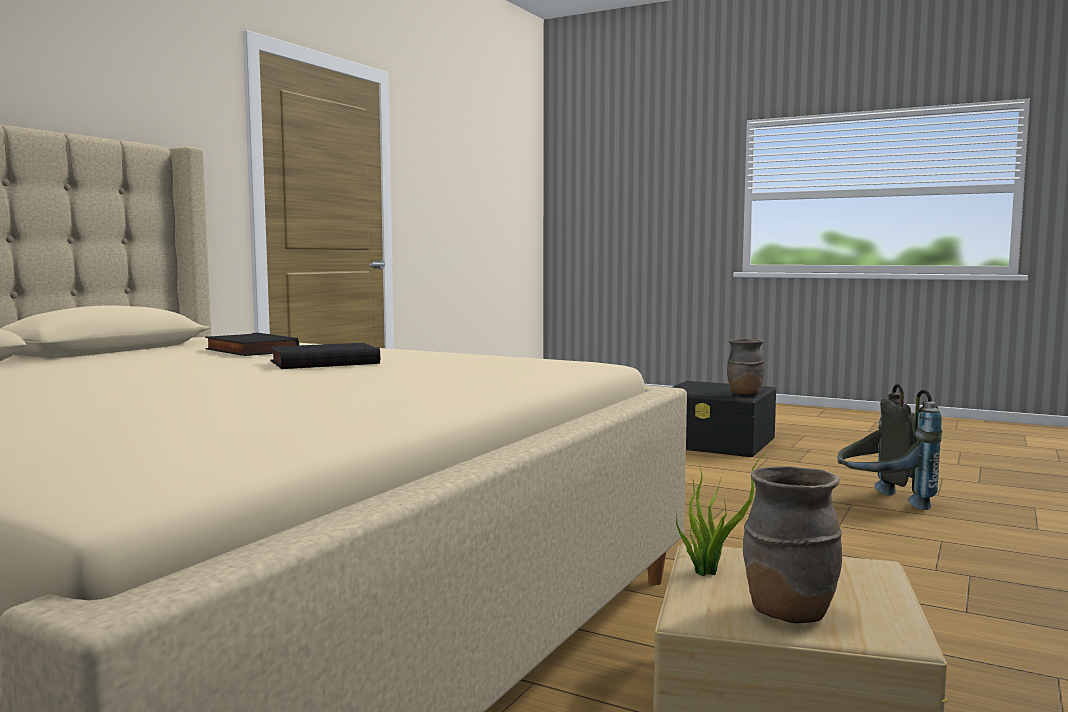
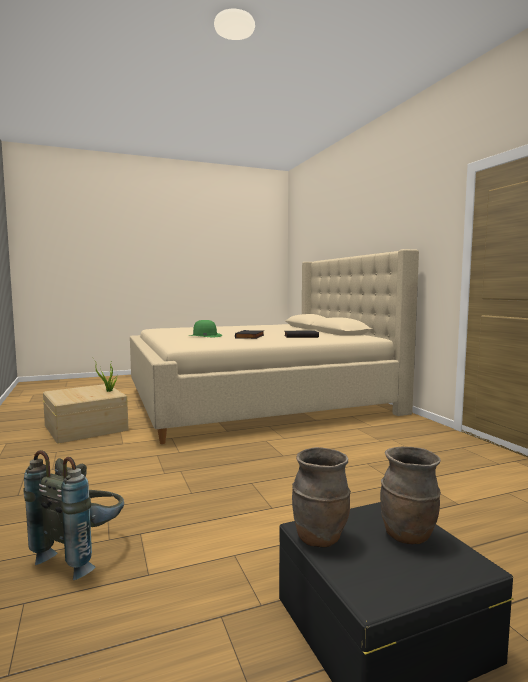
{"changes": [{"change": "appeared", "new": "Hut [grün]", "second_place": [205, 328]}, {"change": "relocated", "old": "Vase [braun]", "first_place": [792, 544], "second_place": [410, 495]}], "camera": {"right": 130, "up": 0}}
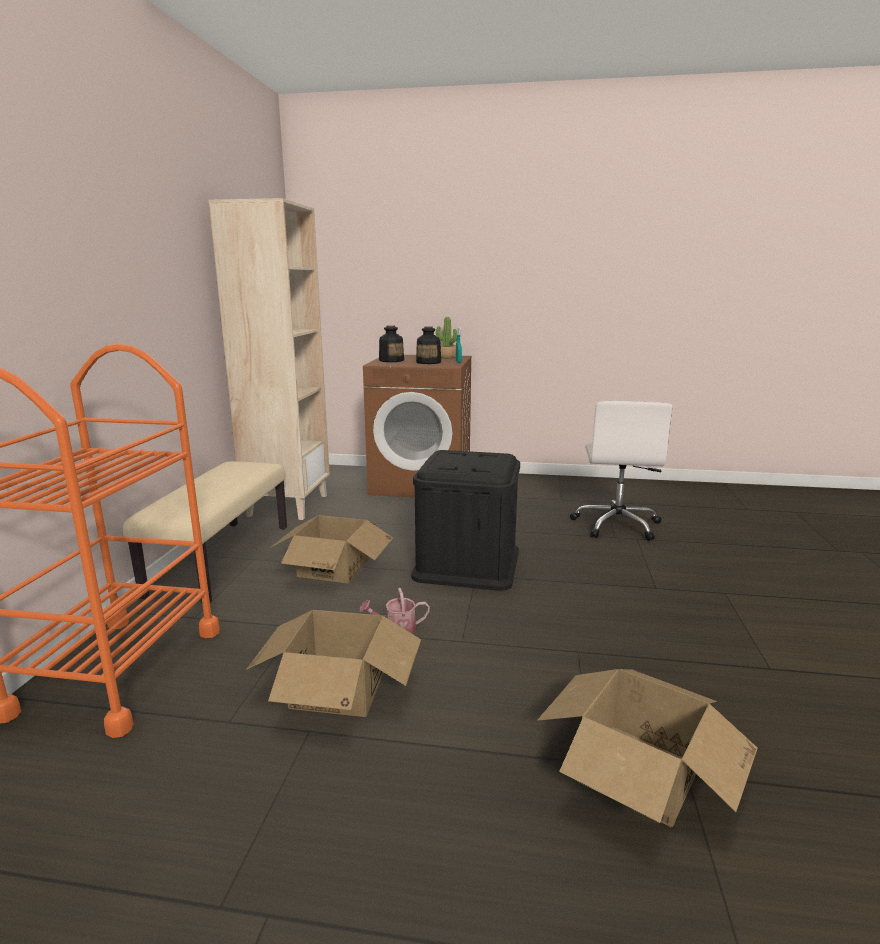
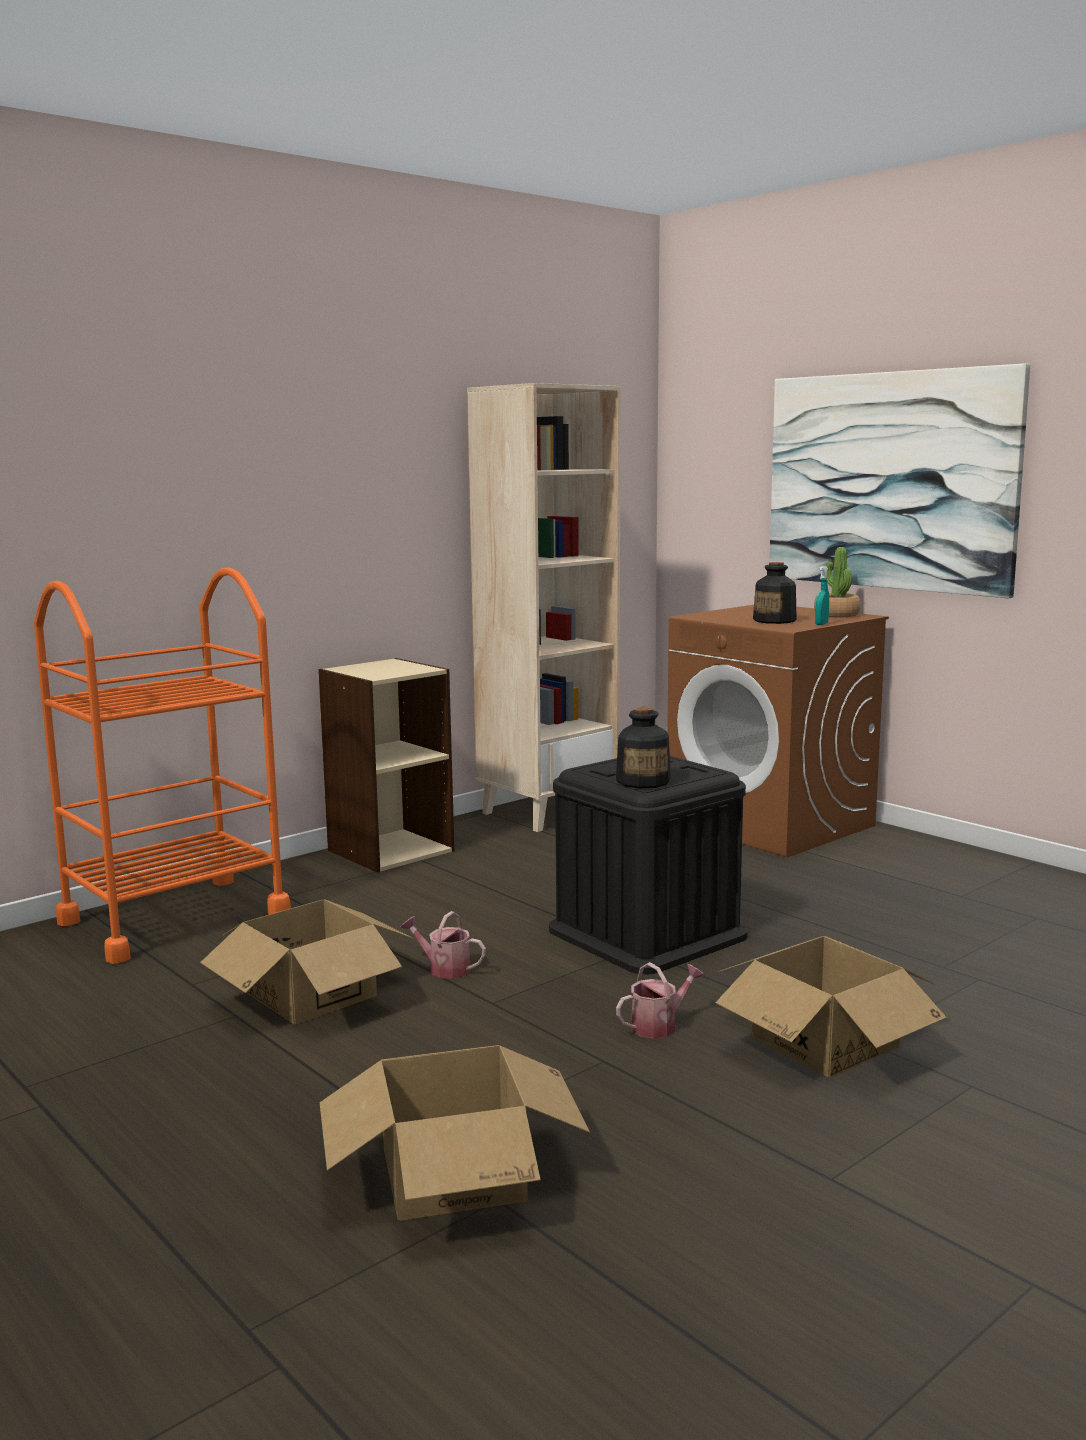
{"changes": [{"change": "exchanged", "old": "Bank [beige]", "new": "Bücherregal [beige]", "first_place": [204, 532], "second_place": [386, 765]}, {"change": "relocated", "old": "Flasche", "first_place": [391, 343], "second_place": [643, 747]}, {"change": "appeared", "new": "Gießkanne", "second_place": [660, 1000]}, {"change": "relocated", "old": "Karton", "first_place": [331, 549], "second_place": [831, 1006]}, {"change": "appeared", "new": "Bild", "second_place": [899, 480]}, {"change": "missing", "old": "Bürostuhl [weiß]", "first_place": [621, 471]}], "camera": {"right": 40, "up": -5}}
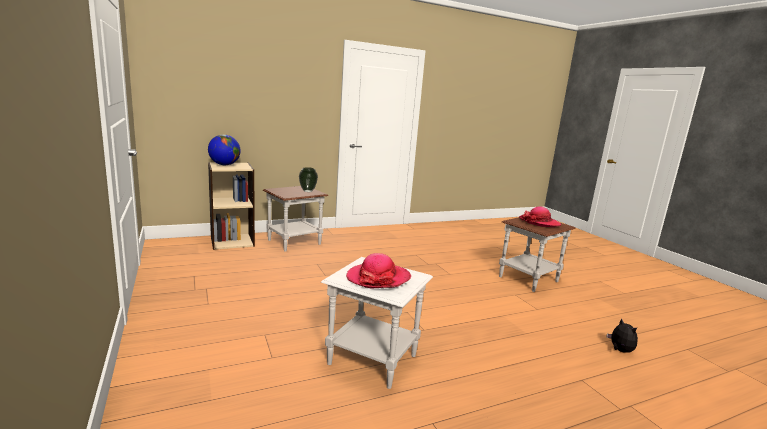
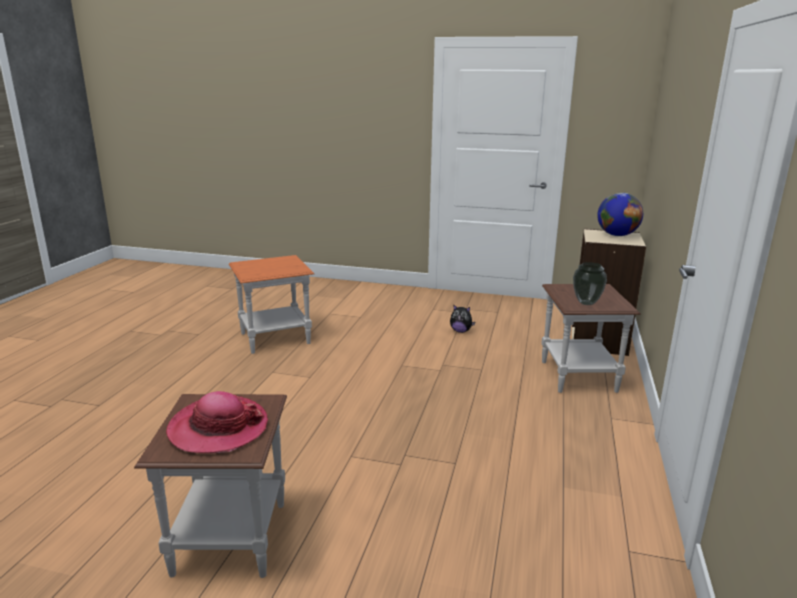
{"changes": [{"change": "colour", "old": "Beistelltisch [weiß]", "new": "Beistelltisch [orange]", "first_place": [377, 323], "second_place": [271, 304]}, {"change": "relocated", "old": "Plüschtier", "first_place": [622, 335], "second_place": [462, 319]}, {"change": "missing", "old": "Hut", "first_place": [378, 271]}], "camera": {"right": 130, "up": 5}}
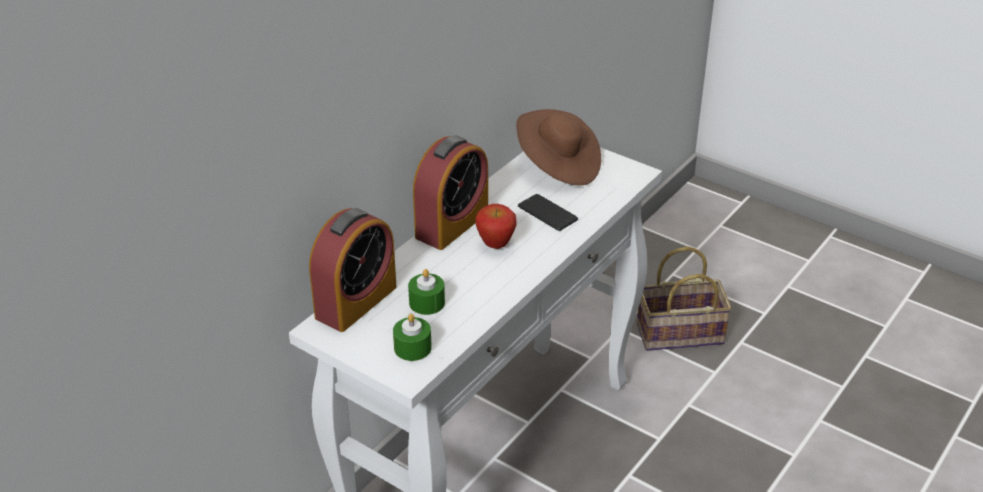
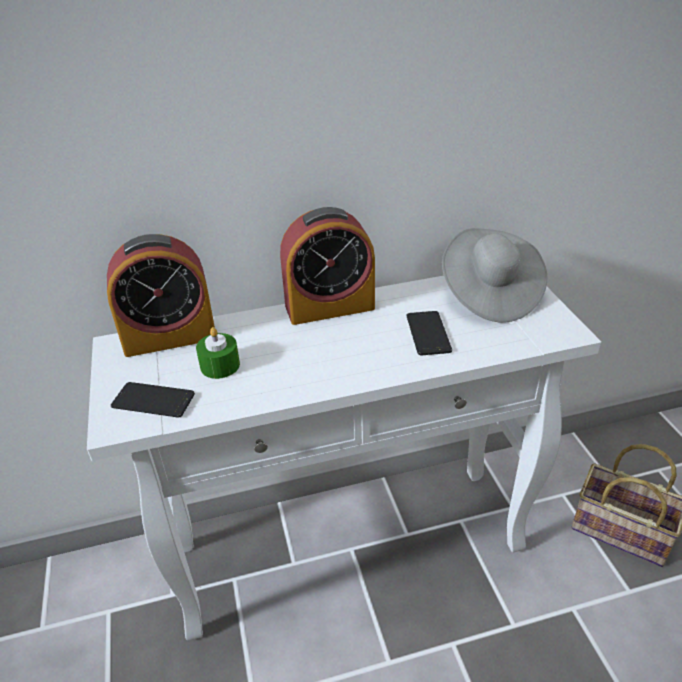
{"changes": [{"change": "exchanged", "old": "Kerze [grün]", "new": "Handy", "first_place": [412, 337], "second_place": [153, 399]}, {"change": "colour", "old": "Hut [braun]", "new": "Hut [grau]", "first_place": [558, 147], "second_place": [495, 275]}, {"change": "missing", "old": "Apfel", "first_place": [496, 226]}], "camera": {"right": 40, "up": 0}}
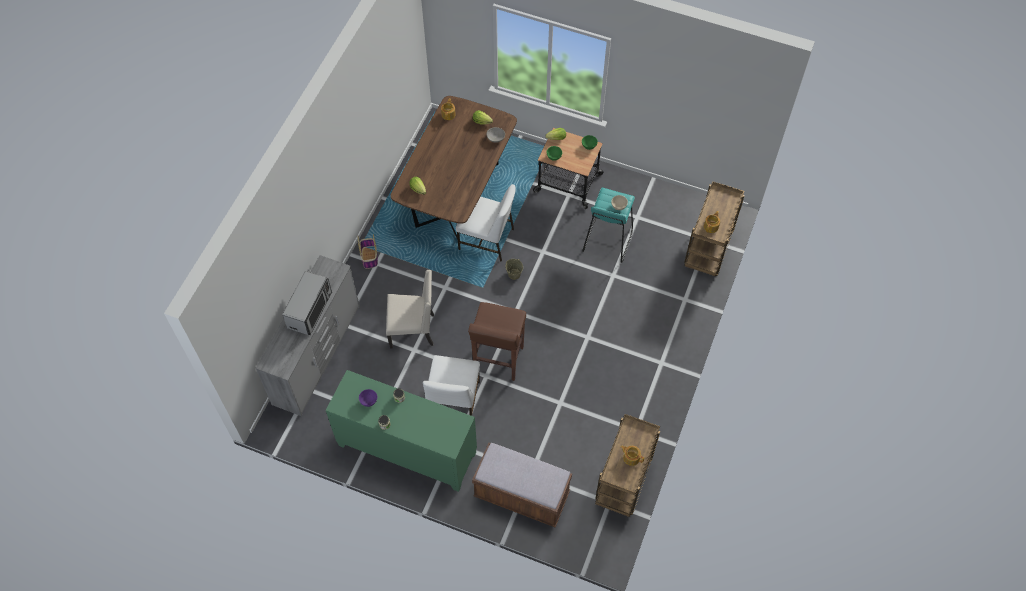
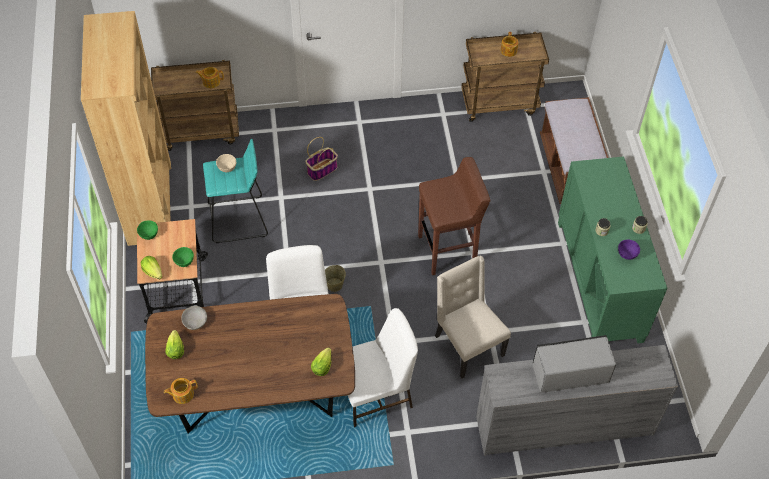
{"changes": [{"change": "appeared", "new": "Bücherregal [braun]", "second_place": [126, 128]}, {"change": "relocated", "old": "Korb", "first_place": [367, 251], "second_place": [322, 159]}, {"change": "relocated", "old": "Stuhl [weiß]", "first_place": [451, 385], "second_place": [383, 367]}], "camera": {"right": -120, "up": -5}}
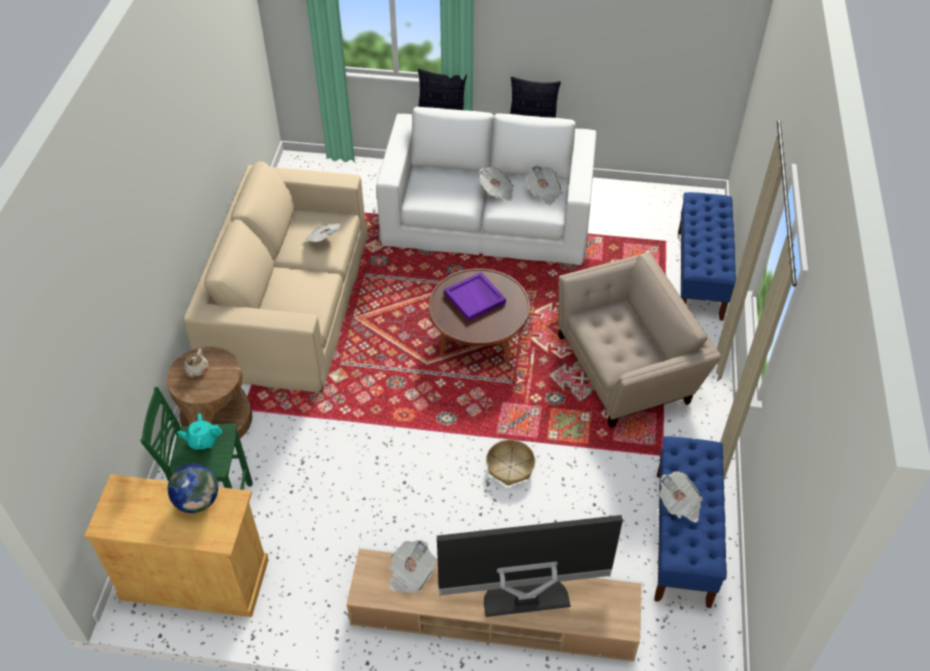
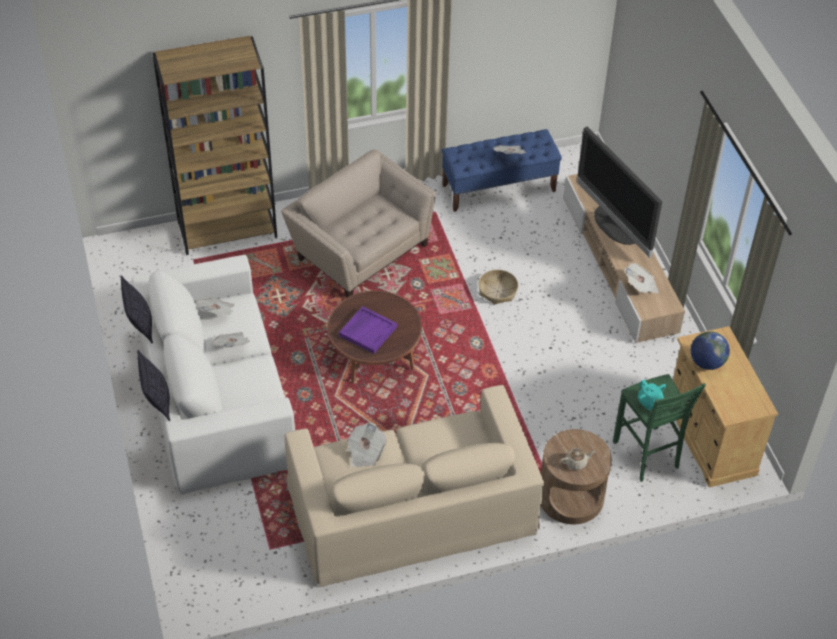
{"changes": [{"change": "exchanged", "old": "Bank [blau]", "new": "Bücherregal [braun]", "first_place": [707, 256], "second_place": [214, 145]}], "camera": {"right": -115, "up": 0}}
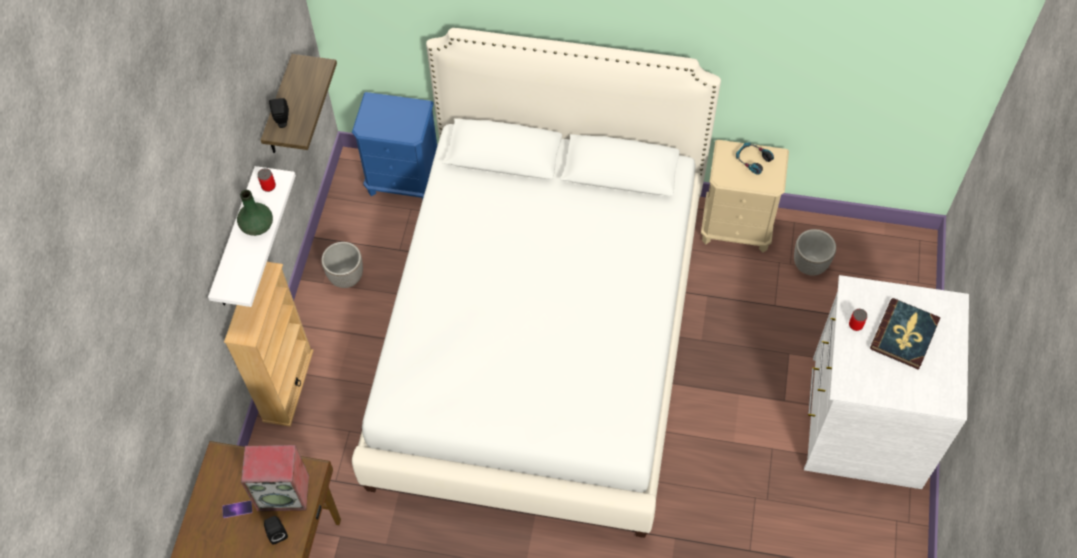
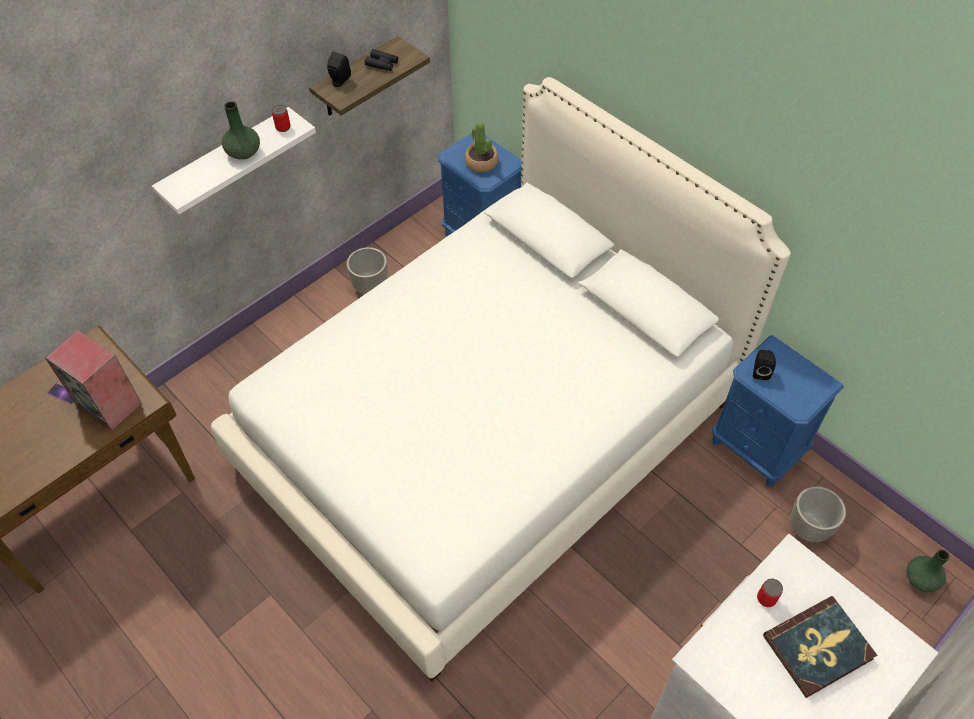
{"changes": [{"change": "appeared", "new": "Fernglas [schwarz]", "second_place": [381, 60]}, {"change": "appeared", "new": "Topfpflanze", "second_place": [482, 147]}, {"change": "colour", "old": "Nachttisch [beige]", "new": "Nachttisch [blau]", "first_place": [745, 196], "second_place": [778, 410]}, {"change": "relocated", "old": "Lautsprecher [schwarz]", "first_place": [276, 530], "second_place": [764, 365]}, {"change": "appeared", "new": "Vase [grün]", "second_place": [928, 570]}, {"change": "missing", "old": "Bücherregal [beige]", "first_place": [269, 344]}, {"change": "missing", "old": "Kopfhörer", "first_place": [755, 158]}], "camera": {"right": 35, "up": -5}}
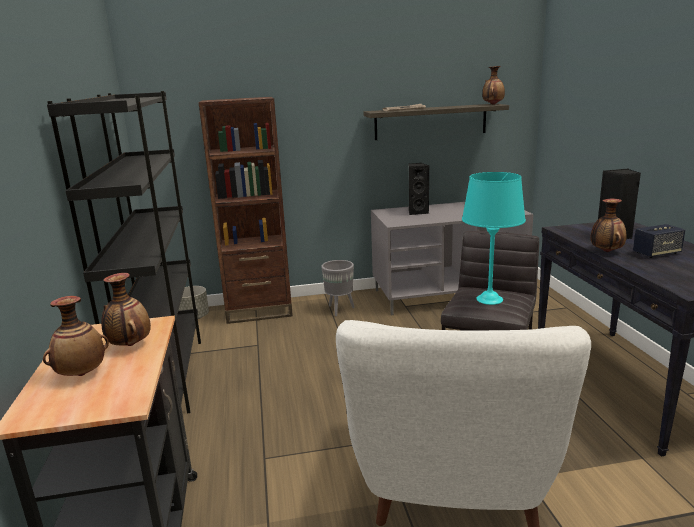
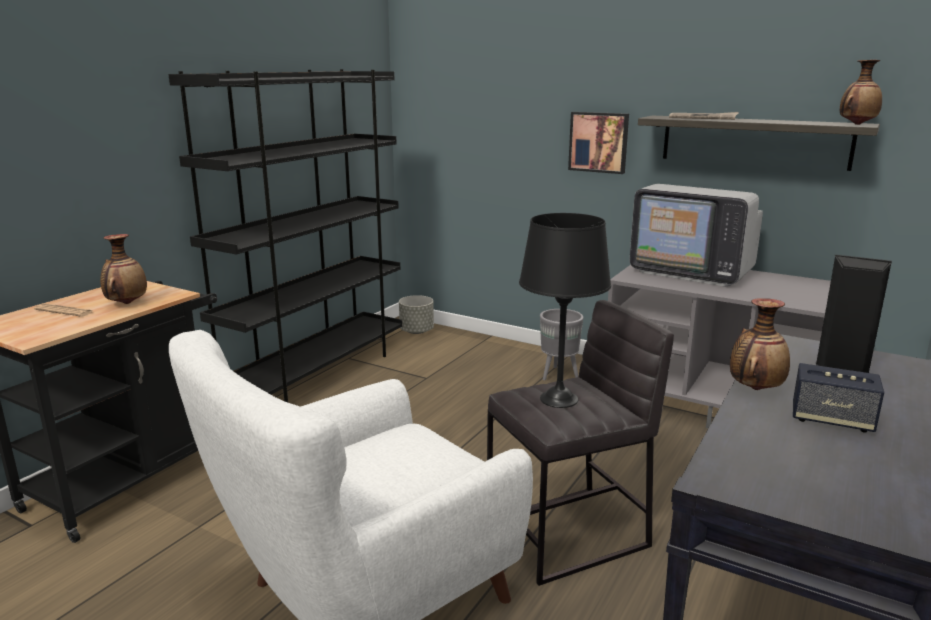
{"changes": [{"change": "exchanged", "old": "Vase", "new": "Zeitung", "first_place": [76, 336], "second_place": [64, 310]}, {"change": "colour", "old": "Tischlampe [türkis]", "new": "Tischlampe [schwarz]", "first_place": [494, 238], "second_place": [565, 310]}, {"change": "appeared", "new": "Bild", "second_place": [598, 143]}, {"change": "exchanged", "old": "Lautsprecher [schwarz]", "new": "Fernseher", "first_place": [419, 189], "second_place": [696, 235]}, {"change": "missing", "old": "Bücherregal [braun]", "first_place": [246, 210]}], "camera": {"right": 40, "up": 0}}
